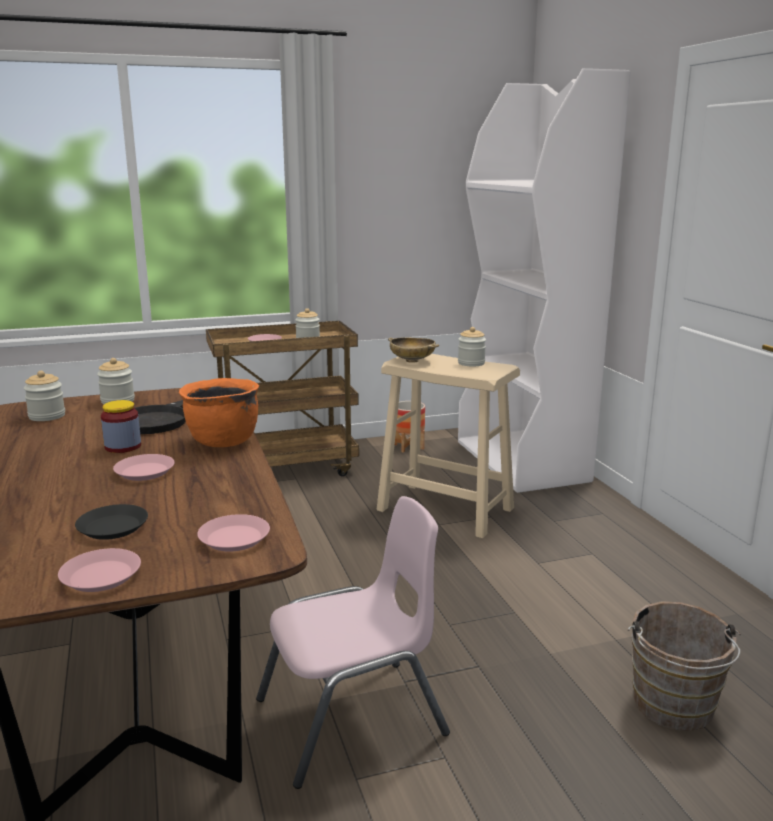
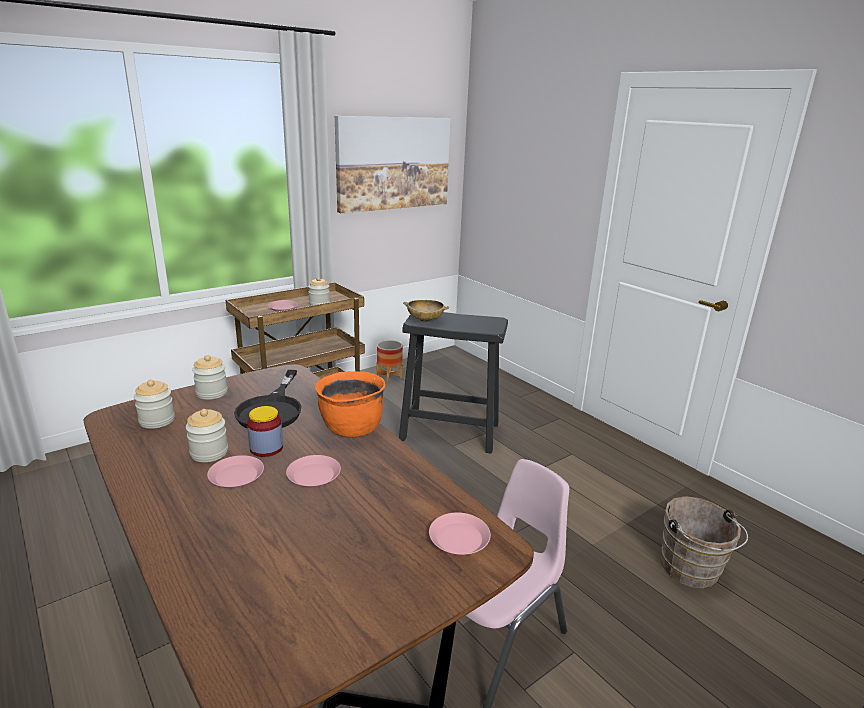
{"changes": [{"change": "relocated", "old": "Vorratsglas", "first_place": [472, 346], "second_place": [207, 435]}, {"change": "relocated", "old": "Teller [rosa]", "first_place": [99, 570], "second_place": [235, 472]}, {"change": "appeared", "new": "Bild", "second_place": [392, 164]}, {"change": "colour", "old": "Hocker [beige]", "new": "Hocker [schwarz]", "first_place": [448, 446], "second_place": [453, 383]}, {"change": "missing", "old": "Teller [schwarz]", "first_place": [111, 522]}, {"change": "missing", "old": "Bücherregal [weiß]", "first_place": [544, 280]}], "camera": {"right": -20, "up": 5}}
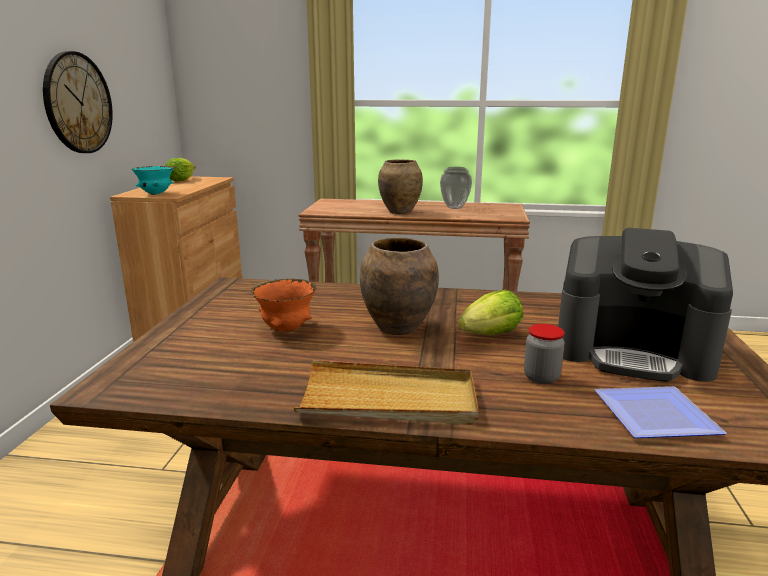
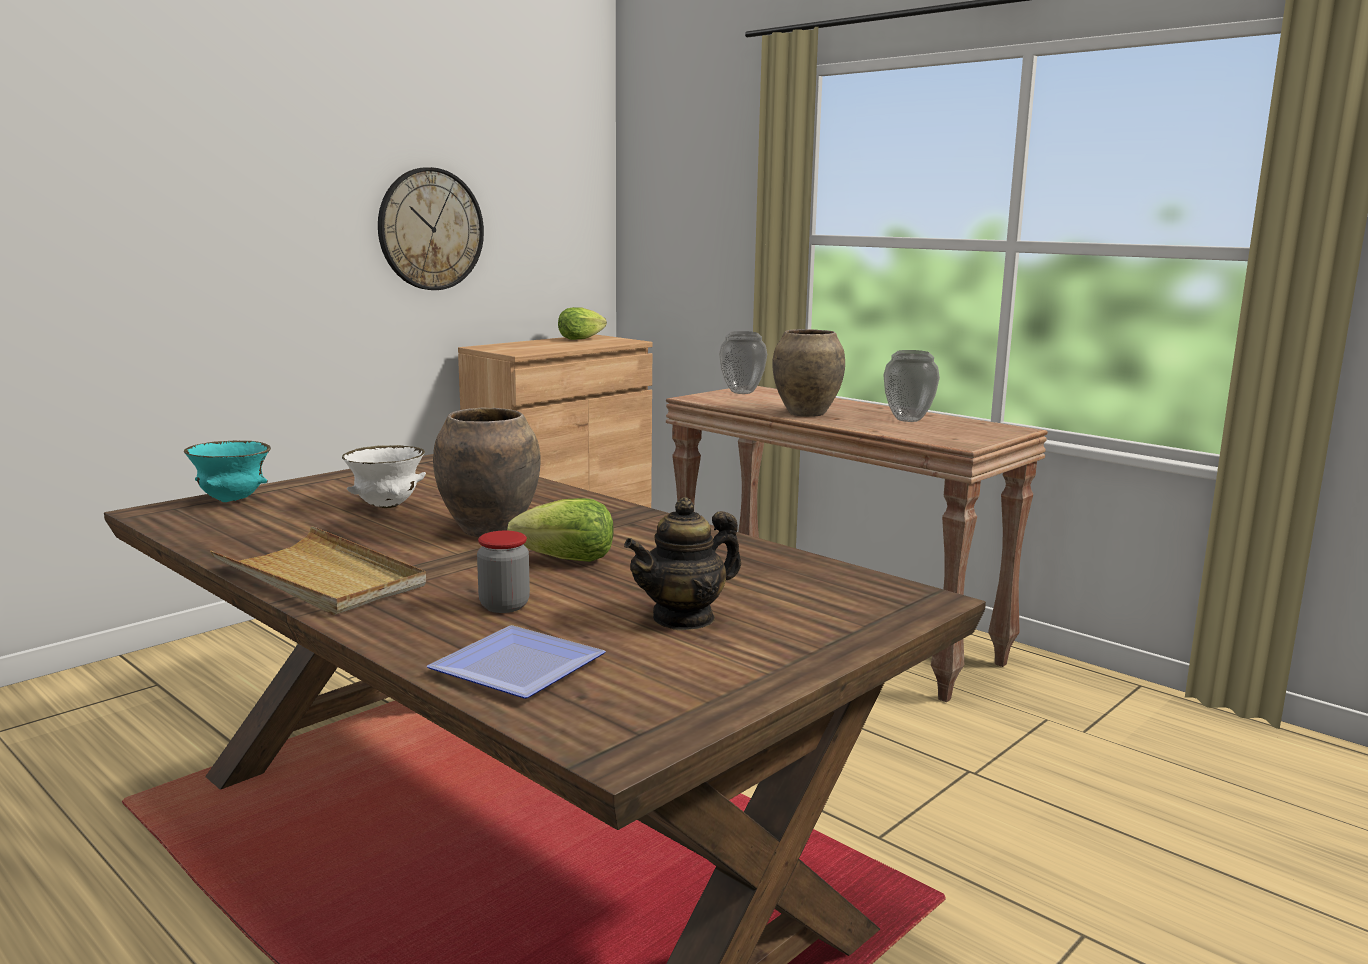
{"changes": [{"change": "relocated", "old": "Schüssel [türkis]", "first_place": [153, 180], "second_place": [227, 471]}, {"change": "colour", "old": "Schüssel [orange]", "new": "Schüssel [weiß]", "first_place": [284, 305], "second_place": [384, 476]}, {"change": "exchanged", "old": "Kaffeemaschine", "new": "Teekanne", "first_place": [645, 305], "second_place": [682, 563]}, {"change": "appeared", "new": "Vase", "second_place": [743, 362]}], "camera": {"right": 35, "up": -5}}
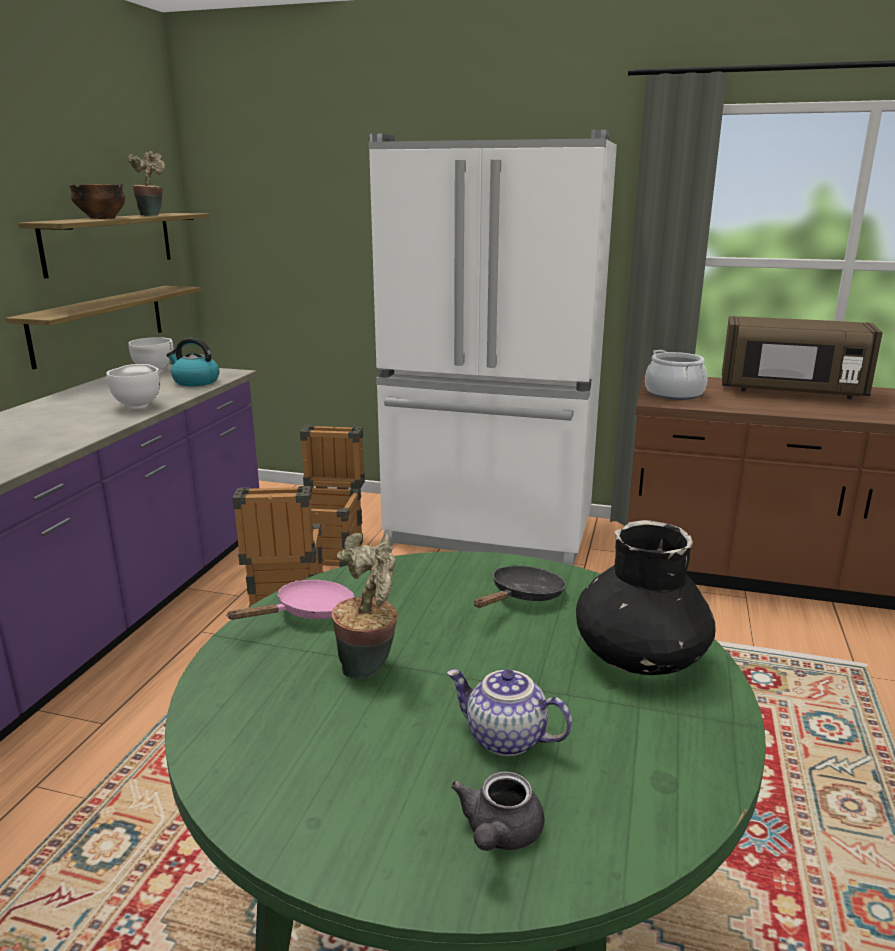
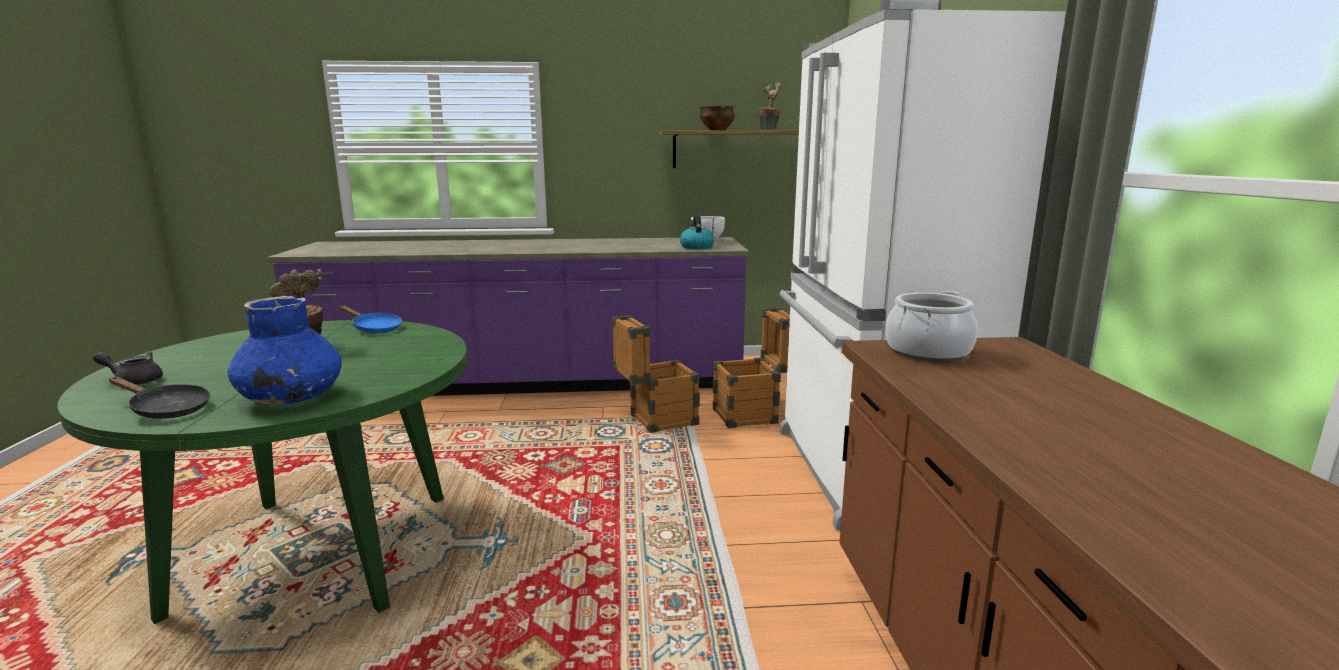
{"changes": [{"change": "relocated", "old": "Pfanne [schwarz]", "first_place": [520, 587], "second_place": [159, 398]}, {"change": "colour", "old": "Vase [schwarz]", "new": "Vase [blau]", "first_place": [645, 597], "second_place": [284, 350]}, {"change": "colour", "old": "Pfanne [rosa]", "new": "Pfanne [blau]", "first_place": [290, 600], "second_place": [370, 319]}, {"change": "missing", "old": "Wandregal", "first_place": [103, 327]}, {"change": "missing", "old": "Schüssel [weiß]", "first_place": [133, 386]}, {"change": "missing", "old": "Teekanne", "first_place": [509, 712]}, {"change": "missing", "old": "Mikrowelle [braun]", "first_place": [802, 357]}], "camera": {"right": 70, "up": -5}}
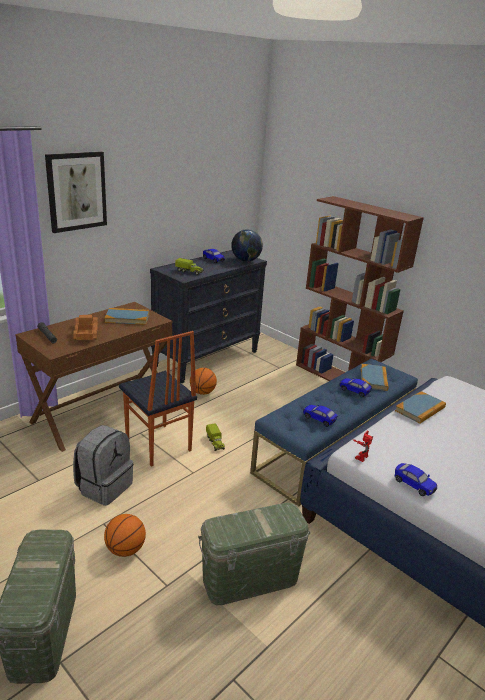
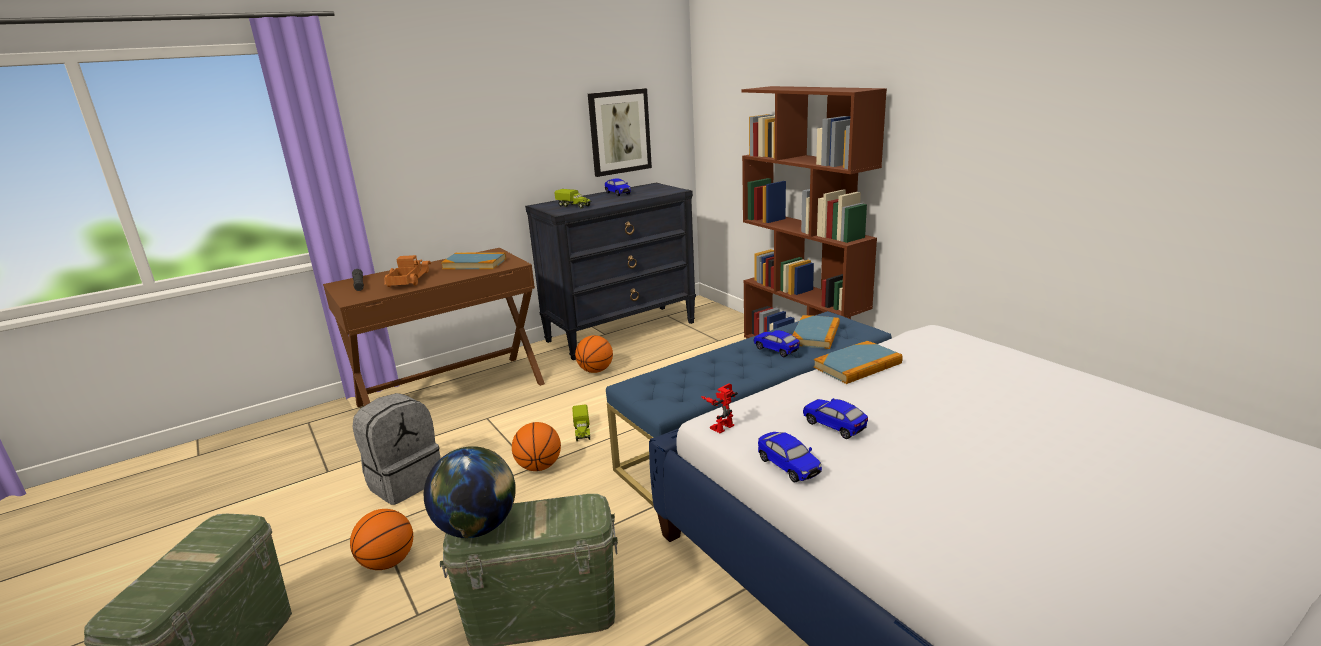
{"changes": [{"change": "relocated", "old": "Globus", "first_place": [247, 245], "second_place": [470, 492]}, {"change": "appeared", "new": "Basketball", "second_place": [536, 446]}, {"change": "relocated", "old": "Bild", "first_place": [76, 192], "second_place": [620, 132]}, {"change": "relocated", "old": "Spielzeugauto", "first_place": [320, 416], "second_place": [835, 418]}, {"change": "missing", "old": "Stuhl", "first_place": [158, 399]}], "camera": {"right": 15, "up": -5}}
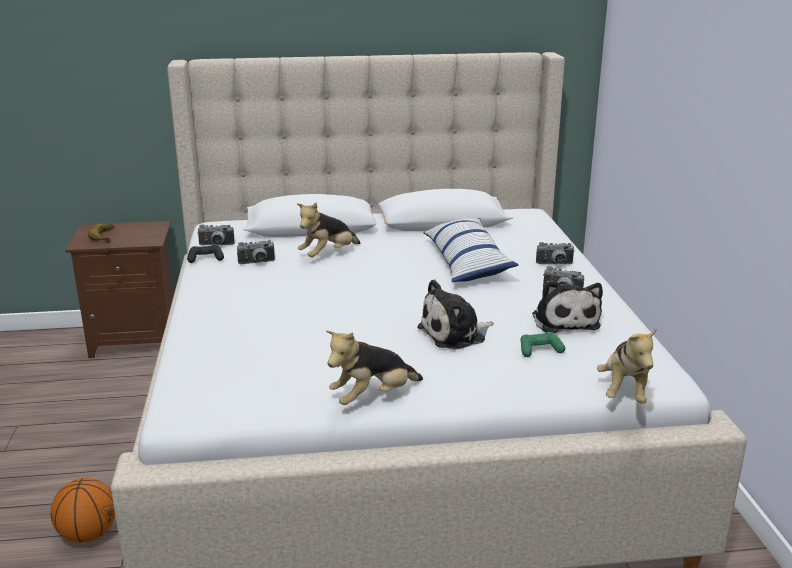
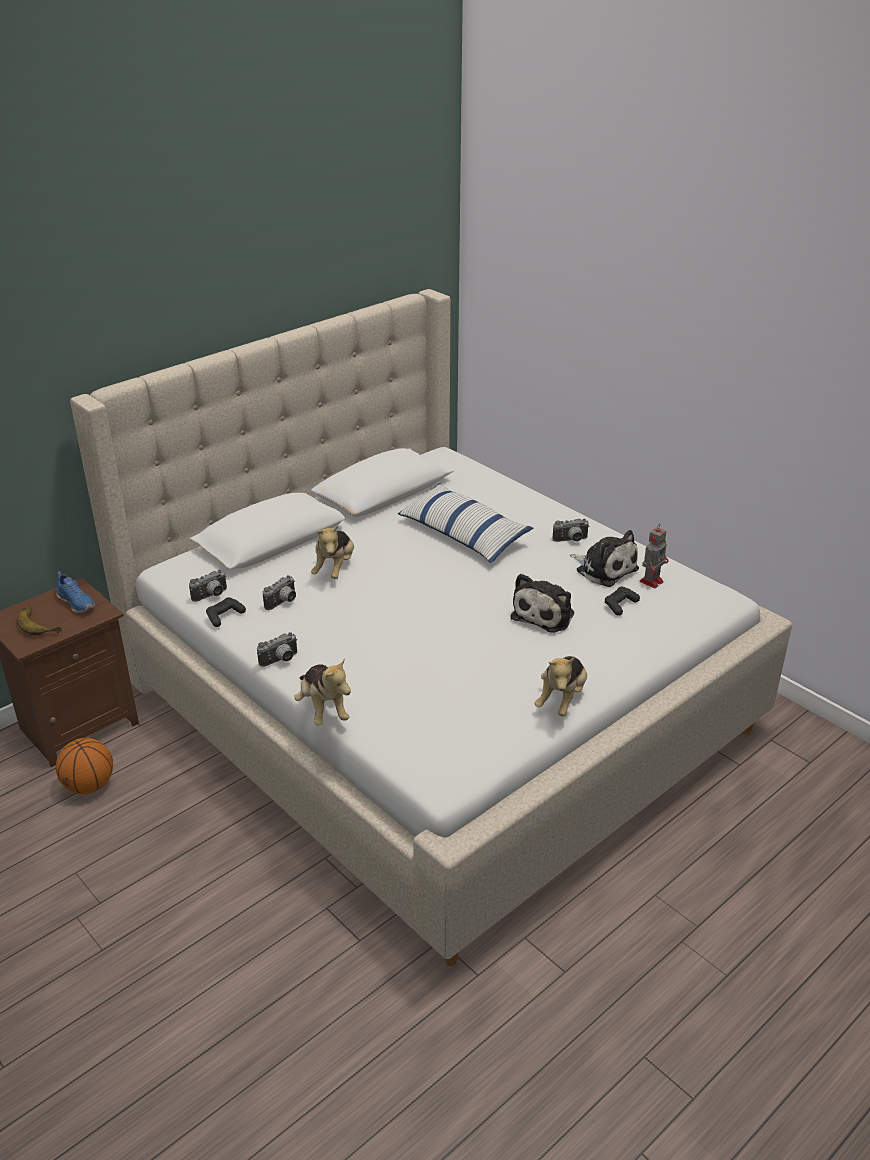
{"changes": [{"change": "appeared", "new": "Schuh [blau]", "second_place": [75, 592]}, {"change": "relocated", "old": "Basketball", "first_place": [82, 510], "second_place": [84, 766]}, {"change": "relocated", "old": "Kamera", "first_place": [555, 253], "second_place": [277, 649]}, {"change": "relocated", "old": "Plüschtier", "first_place": [627, 366], "second_place": [322, 692]}, {"change": "colour", "old": "Gamepad [grün]", "new": "Gamepad [schwarz]", "first_place": [543, 344], "second_place": [622, 601]}, {"change": "appeared", "new": "Spielzeugroboter", "second_place": [654, 555]}], "camera": {"right": -35, "up": 10}}
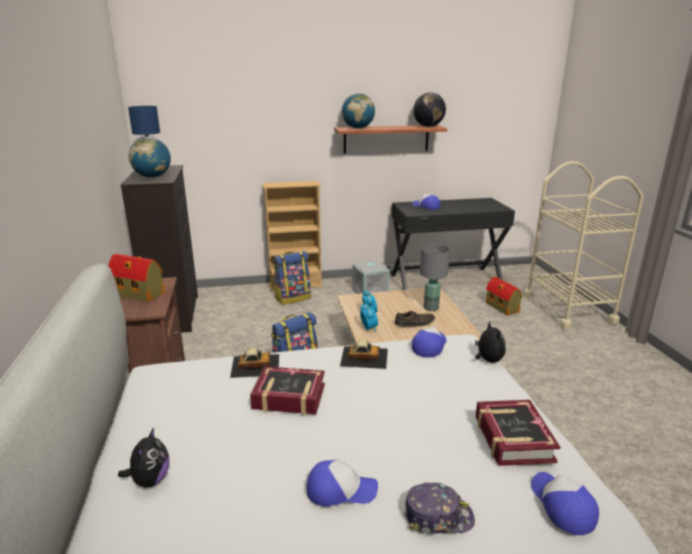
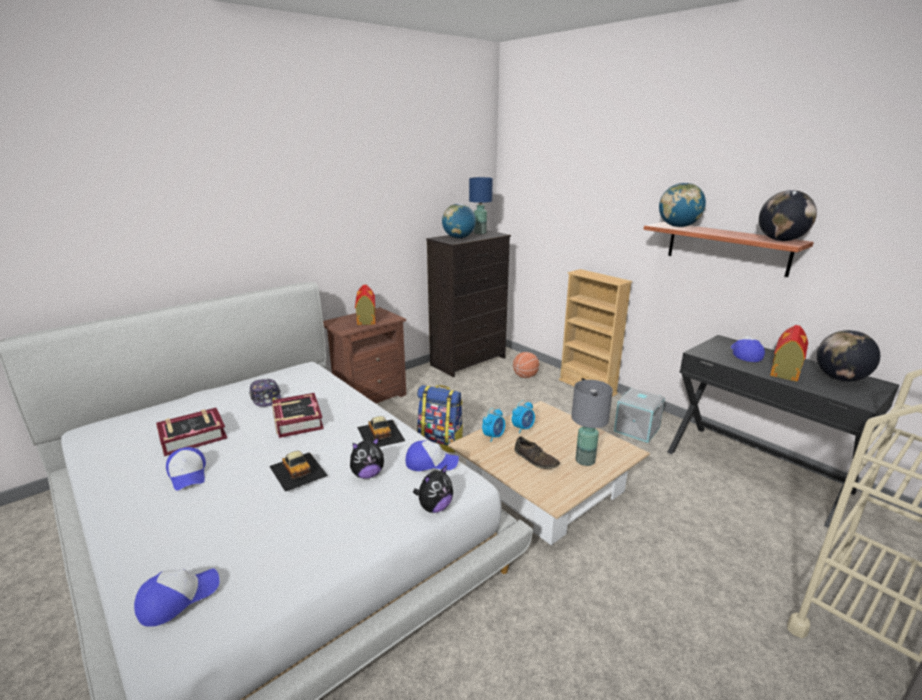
{"changes": [{"change": "relocated", "old": "Buch", "first_place": [517, 433], "second_place": [191, 432]}, {"change": "relocated", "old": "Kappe", "first_place": [439, 508], "second_place": [265, 393]}, {"change": "relocated", "old": "Spielzeugauto", "first_place": [254, 363], "second_place": [298, 471]}, {"change": "relocated", "old": "Plüschtier", "first_place": [143, 457], "second_place": [367, 458]}, {"change": "appeared", "new": "Basketball", "second_place": [526, 365]}, {"change": "relocated", "old": "Spielzeughaus", "first_place": [504, 296], "second_place": [789, 353]}, {"change": "appeared", "new": "Globus", "second_place": [848, 355]}, {"change": "missing", "old": "Rucksack", "first_place": [292, 278]}], "camera": {"right": 60, "up": 0}}
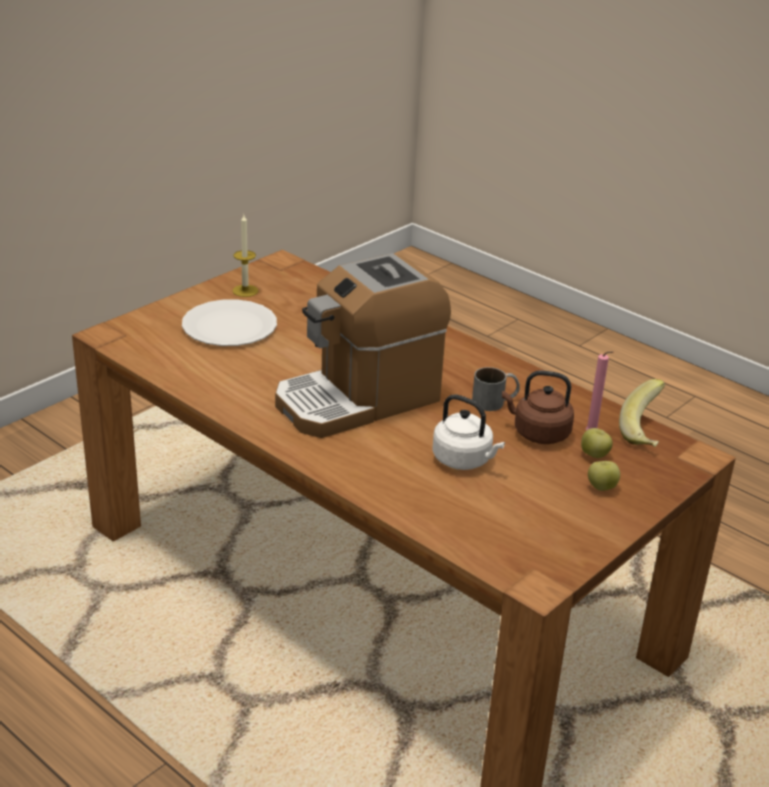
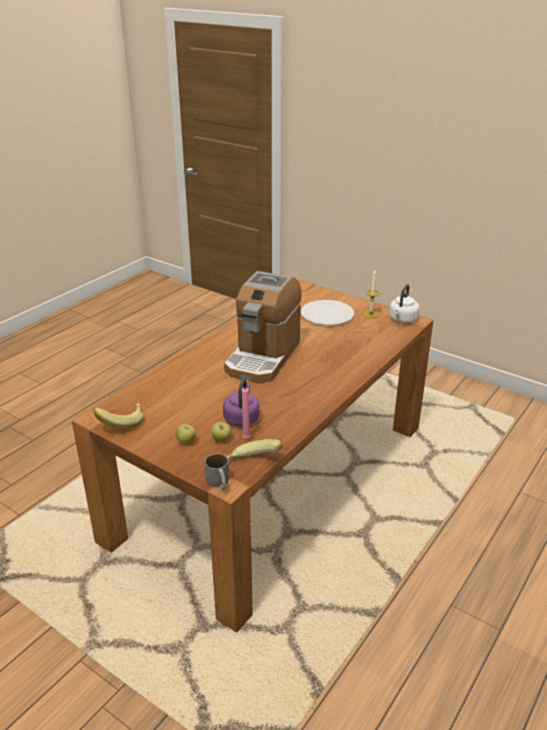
{"changes": [{"change": "appeared", "new": "Banane", "second_place": [118, 416]}, {"change": "relocated", "old": "Henkelbecher [grau]", "first_place": [496, 389], "second_place": [217, 471]}, {"change": "colour", "old": "Wasserkessel [braun]", "new": "Wasserkessel [lila]", "first_place": [538, 407], "second_place": [241, 402]}, {"change": "spun", "old": "Kaffeemaschine", "first_place": [363, 345], "second_place": [263, 327], "degrees": -120}, {"change": "relocated", "old": "Wasserkessel [weiß]", "first_place": [468, 432], "second_place": [404, 303]}], "camera": {"right": 85, "up": 0}}
